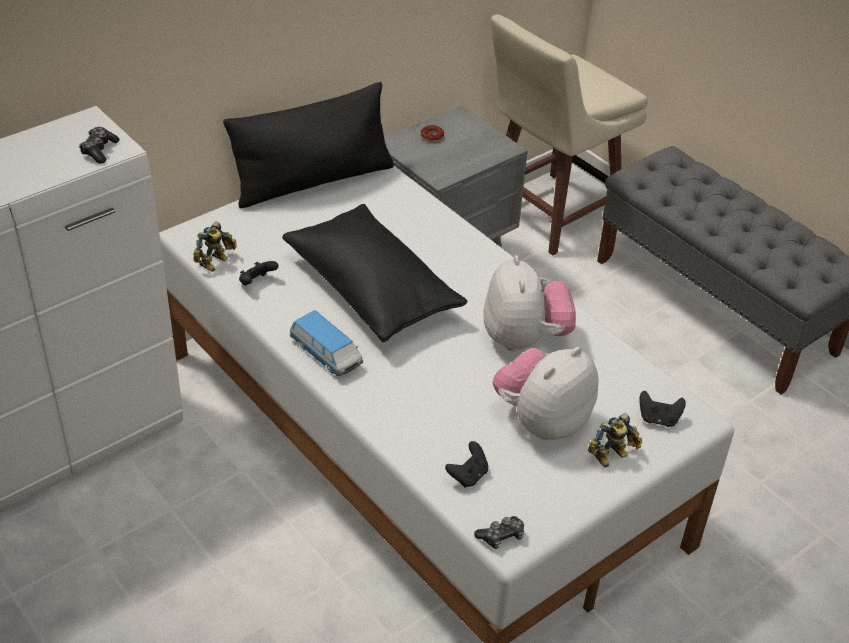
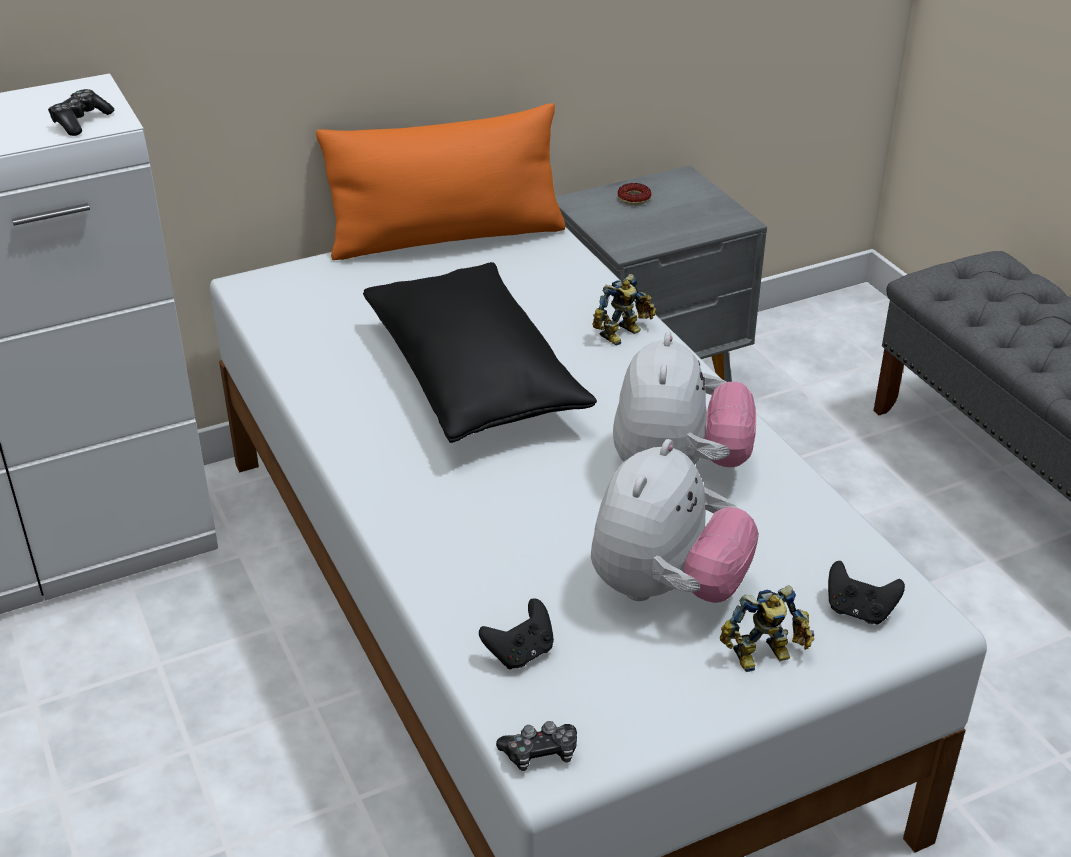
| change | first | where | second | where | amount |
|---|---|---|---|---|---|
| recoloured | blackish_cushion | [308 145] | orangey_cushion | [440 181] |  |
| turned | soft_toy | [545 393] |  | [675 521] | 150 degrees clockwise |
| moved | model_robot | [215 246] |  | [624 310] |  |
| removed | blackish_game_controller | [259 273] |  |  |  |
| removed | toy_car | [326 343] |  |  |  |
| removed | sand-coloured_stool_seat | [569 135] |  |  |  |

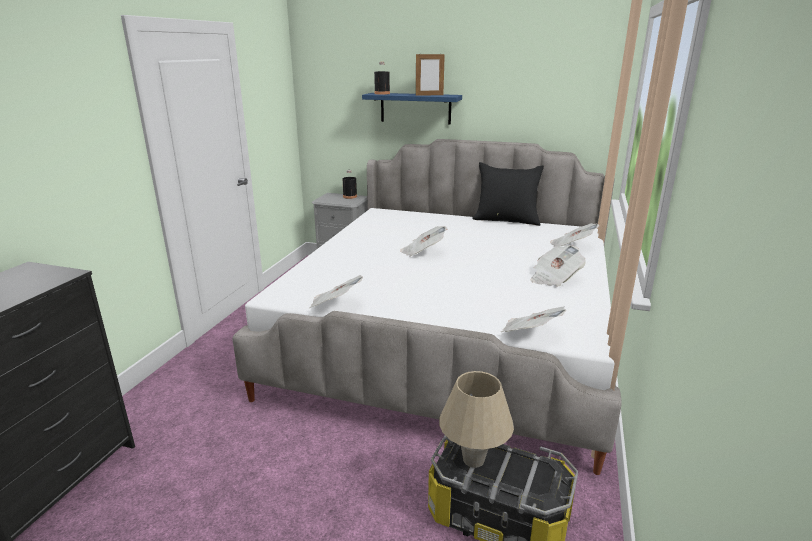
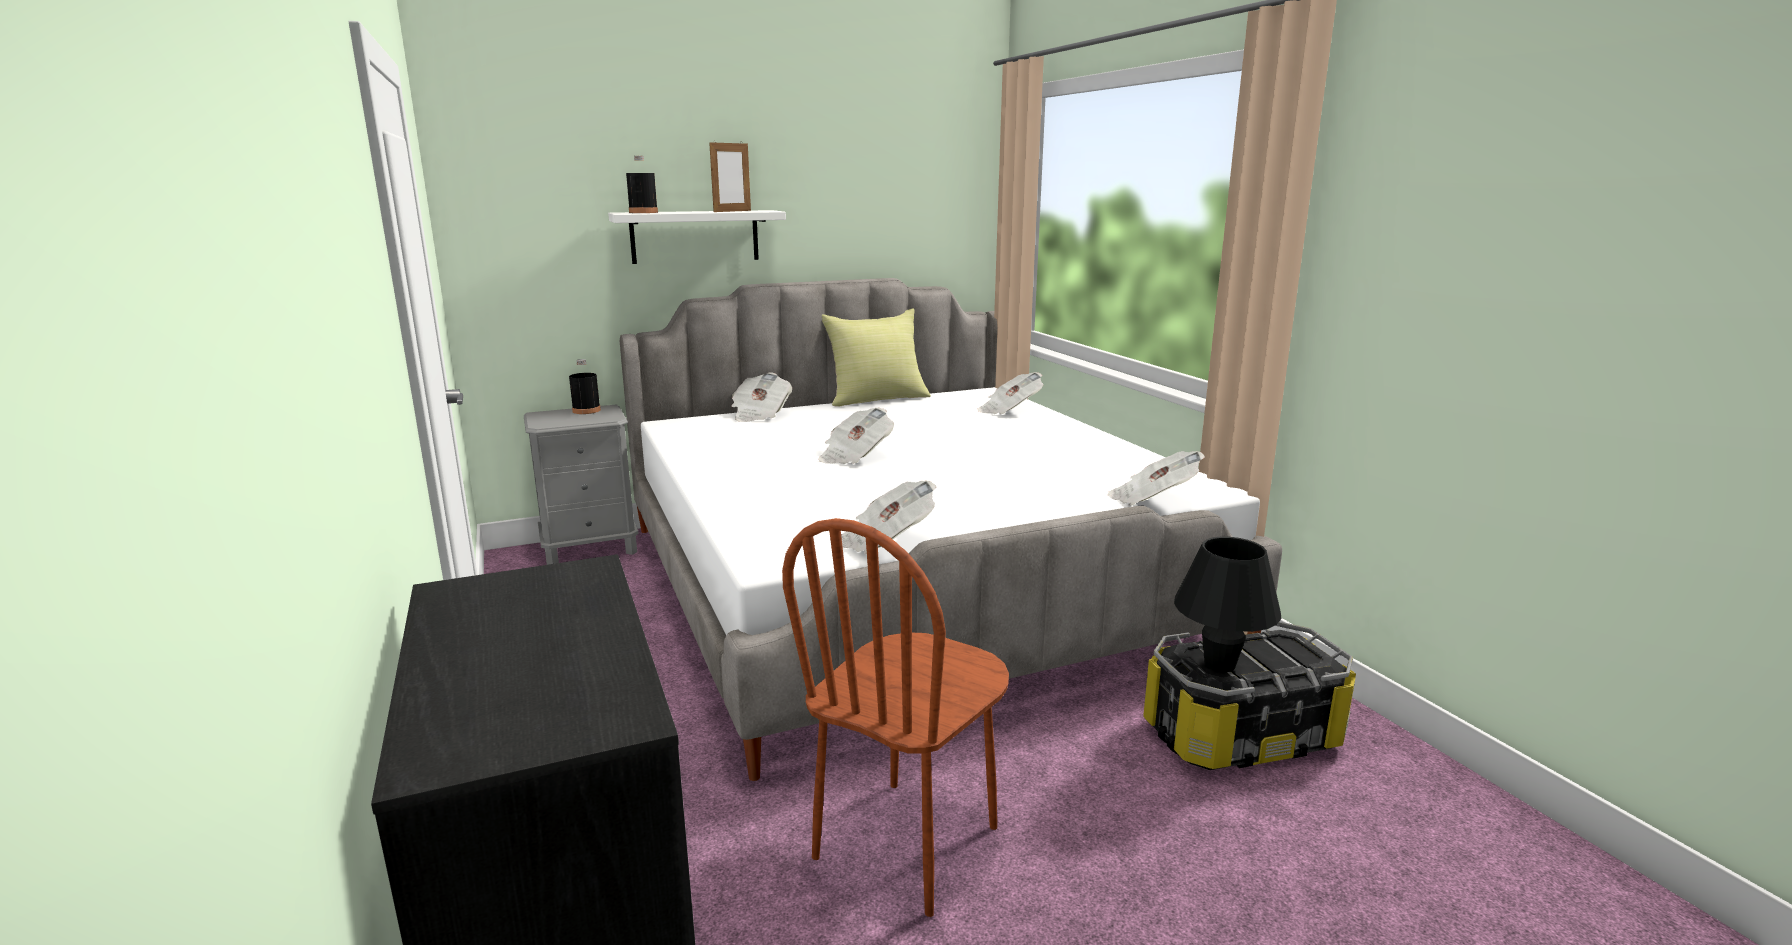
| change | first | where | second | where | amount |
|---|---|---|---|---|---|
| recoloured | blue_bracket_shelf | [412 109] | white_bracket_shelf | [697 237] |  |
| moved | daily_paper | [558 266] |  | [762 397] |  |
| added |  |  | brown_plain_chair | [895 717] |  |
| recoloured | blackish_cushion | [508 194] | yellow_cushion | [876 357] |  |
| recoloured | sand-coloured_tabletop_lamp | [476 419] | blackish_tabletop_lamp | [1227 604] |  |

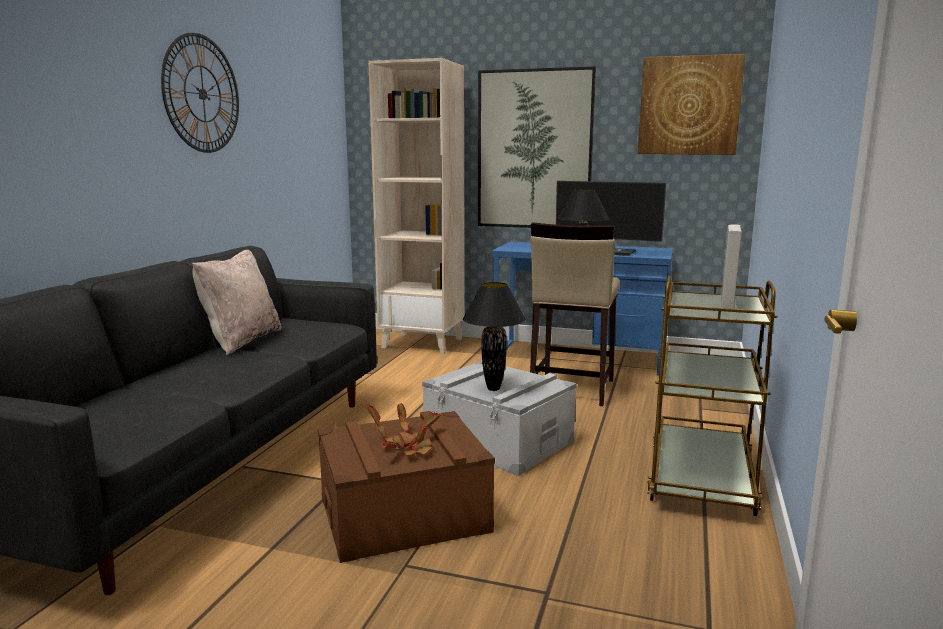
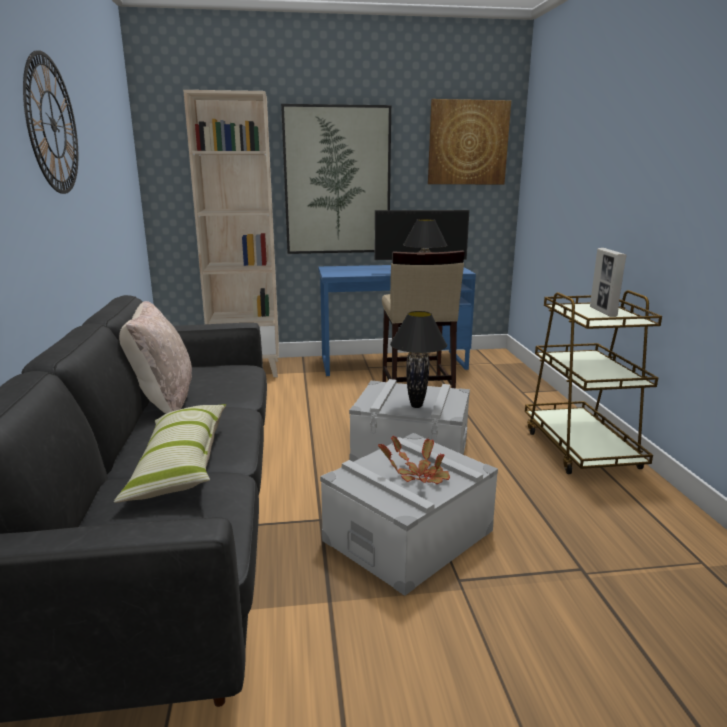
| change | first | where | second | where | amount |
|---|---|---|---|---|---|
| added |  |  | cushion | [170 453] |  |
| recoloured | brown_storage_container | [406 487] | greyish_storage_container | [409 514] |  |

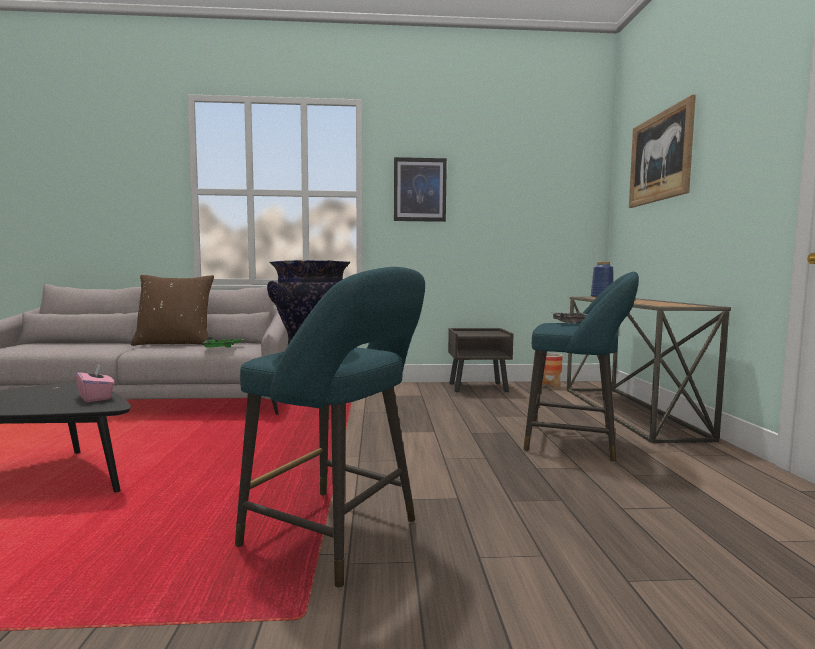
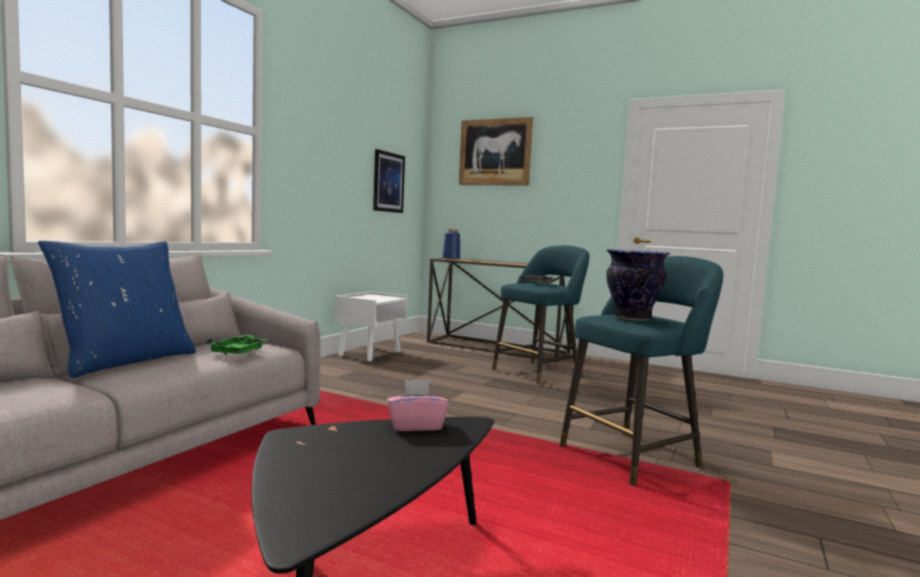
| change | first | where | second | where | amount |
|---|---|---|---|---|---|
| recoloured | brown_cushion | [172 310] | blue_cushion | [117 309] |  |
| recoloured | brown_night_table | [480 360] | white_night_table | [371 326] |  |
| moved | wall_picture | [420 189] |  | [389 181] |  |
| removed | flower_pot | [552 371] |  |  |  |

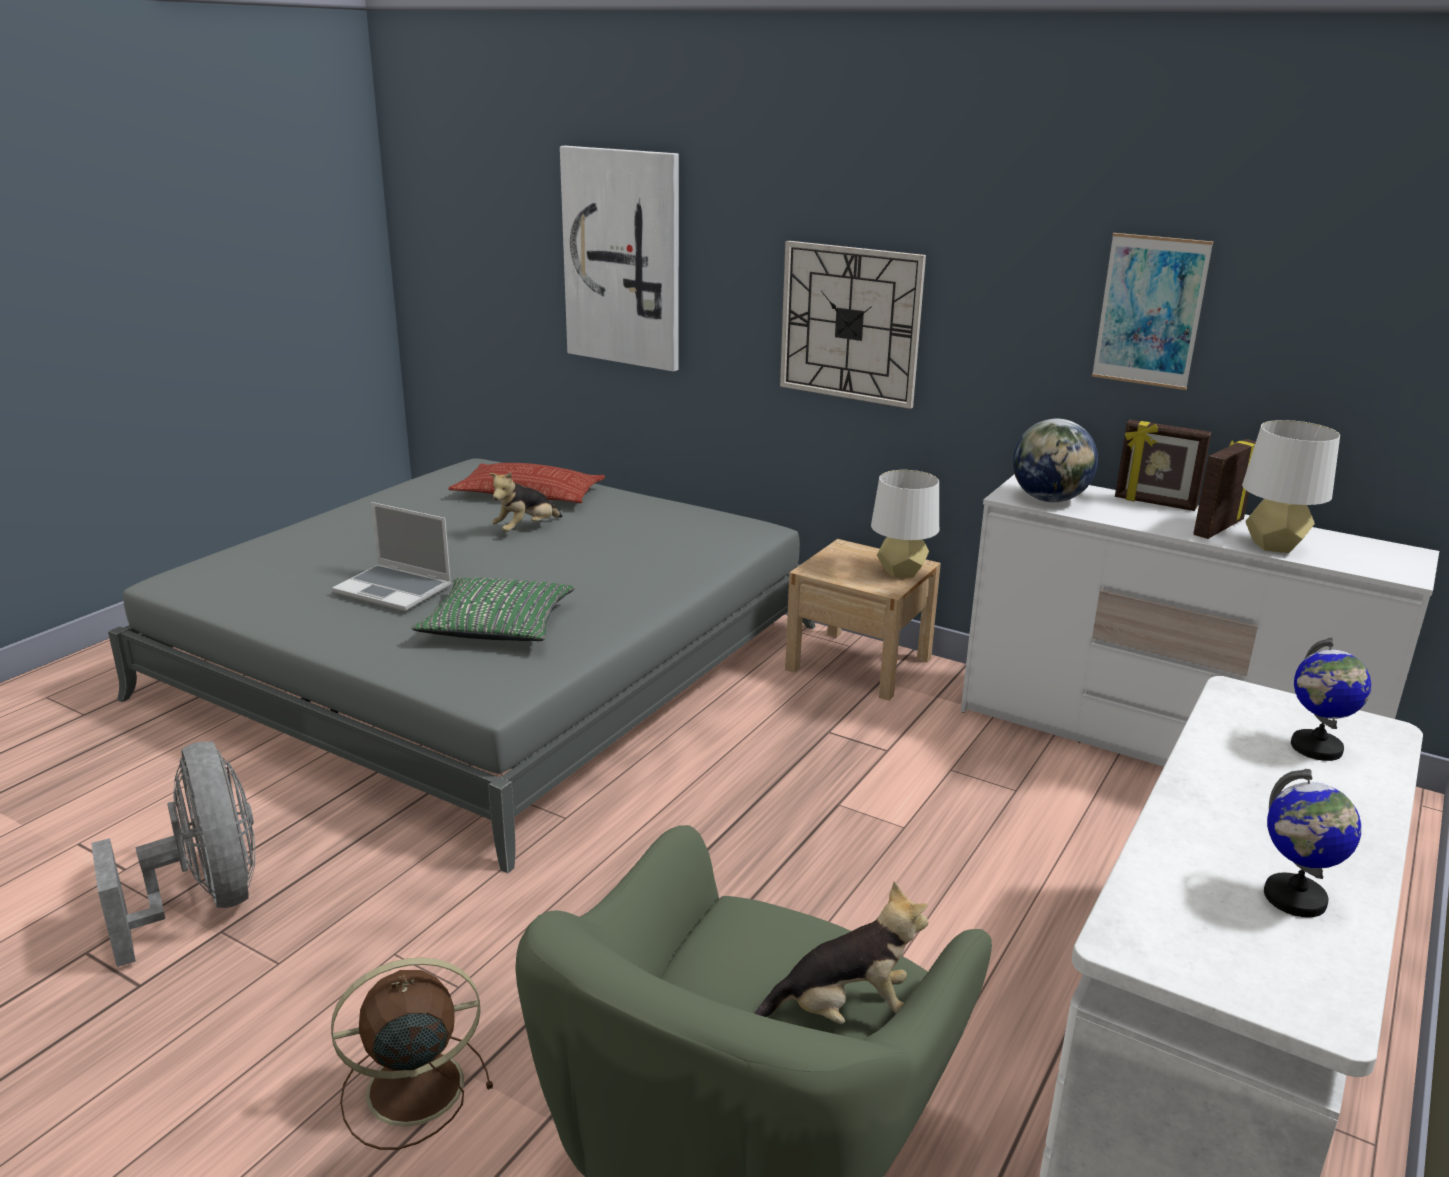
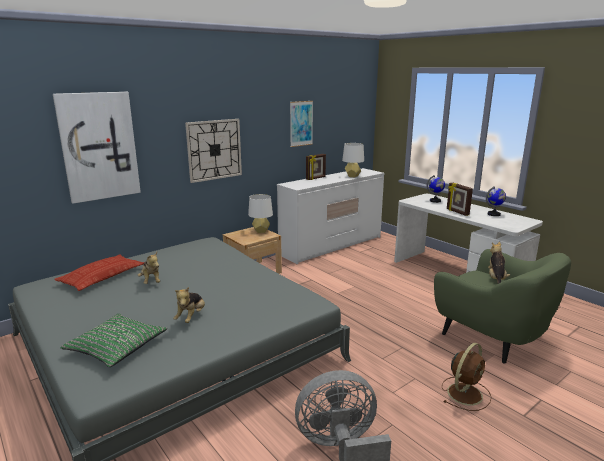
| change | first | where | second | where | amount |
|---|---|---|---|---|---|
| moved | green_cushion | [493 609] |  | [113 340] |  |
| replaced | portable_computer | [392 557] | soft_toy | [189 305] |  |
| turned | brown_electric_fan | [412 1053] |  | [467 377] | 135 degrees counterclockwise |
| moved | picture_frame | [1225 489] |  | [460 199] |  |
| removed | desk_globe | [1055 460] |  |  |  |

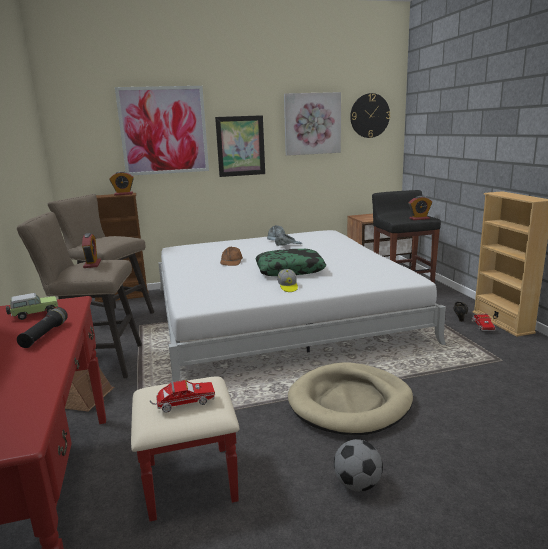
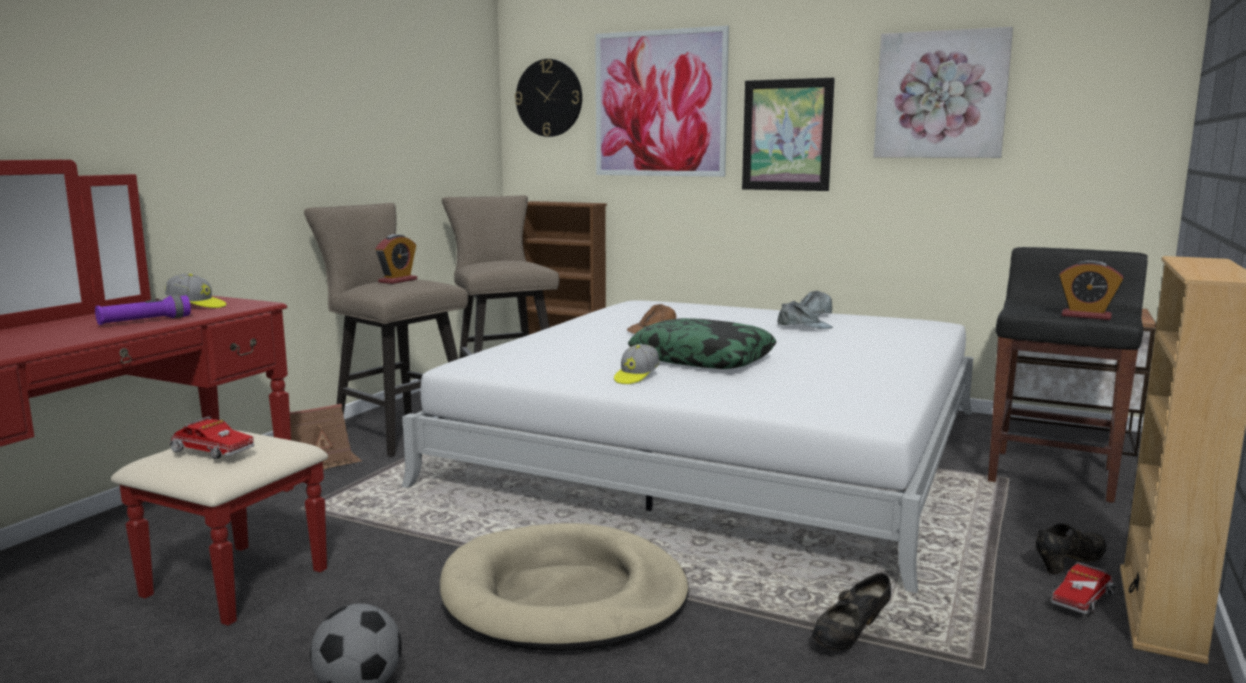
| change | first | where | second | where | amount |
|---|---|---|---|---|---|
| recoloured | blackish_flashlight | [42 327] | purple-coloured_flashlight | [143 310] |  |
| replaced | toy_car | [32 306] | baseball_cap | [195 291] |  |
| moved | hanging_clock | [370 115] |  | [548 98] |  |
| added |  |  | blackish_shoe | [851 611] |  |
| removed | bedside_clock | [122 183] |  |  |  |

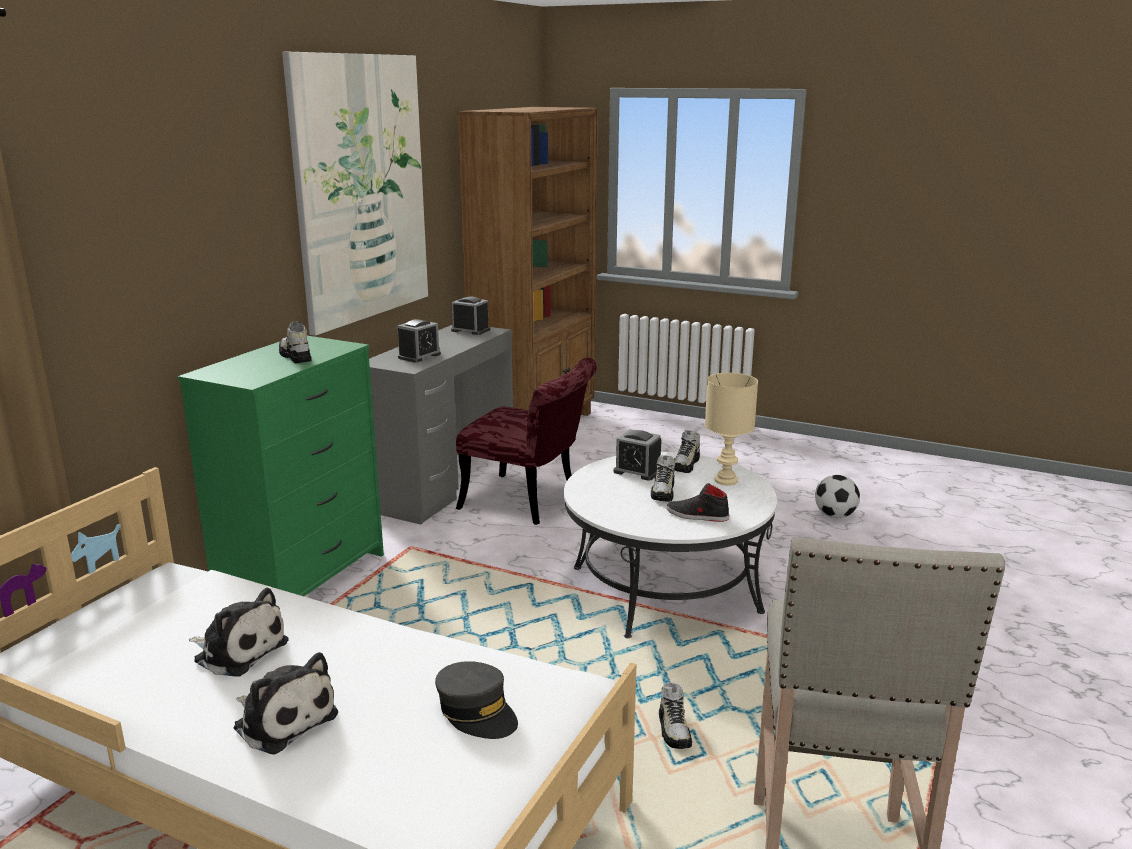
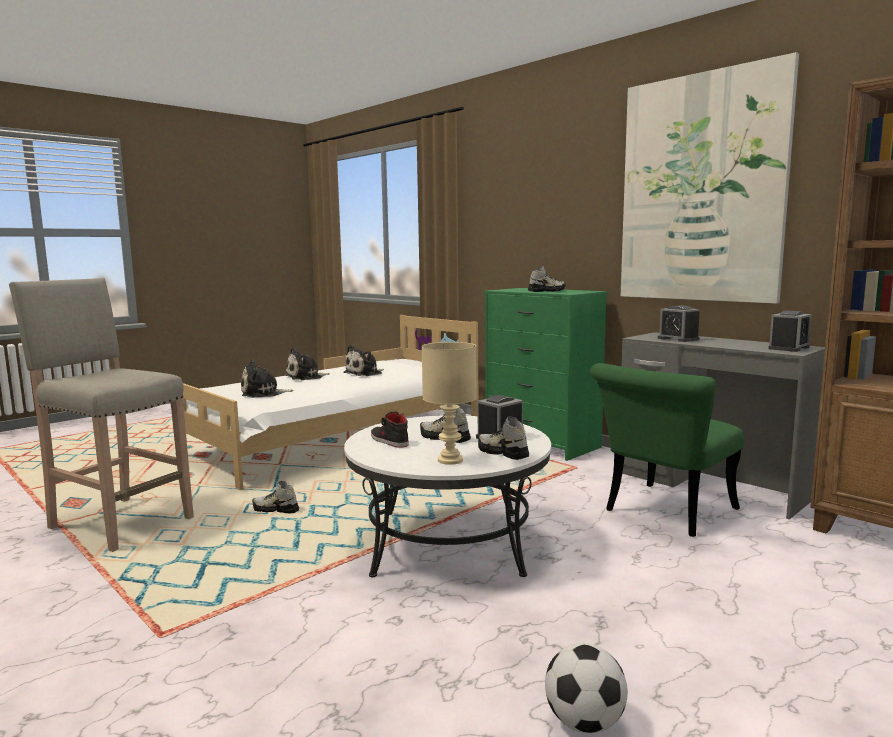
| change | first | where | second | where | amount |
|---|---|---|---|---|---|
| replaced | greyish_baseball_cap | [476 700] | soft_toy | [267 378] |  |
| turned | blackish_shoe | [698 502] |  | [390 429] | 75 degrees counterclockwise |
| recoloured | red_plain_chair | [526 441] | green_plain_chair | [667 450] |  |

